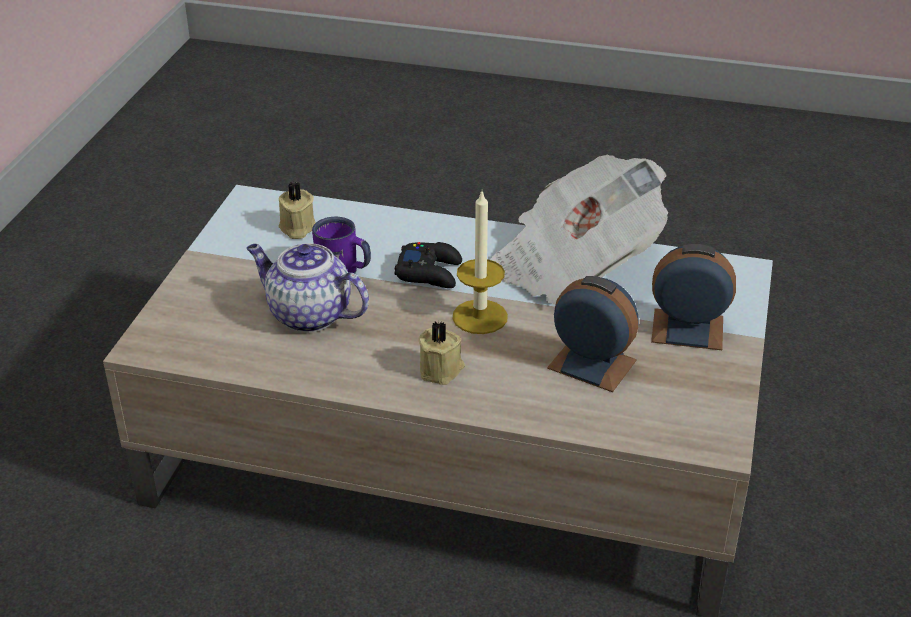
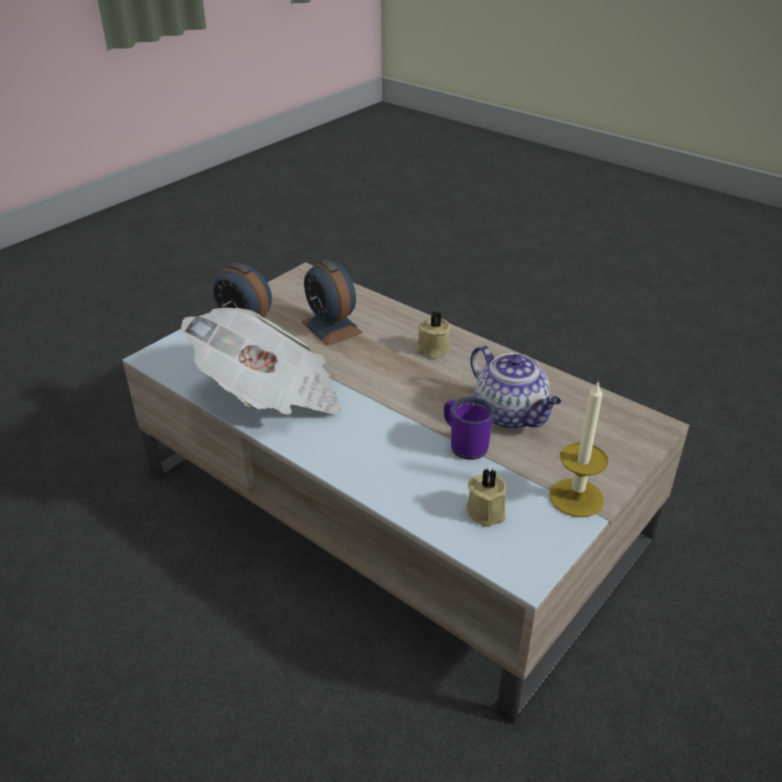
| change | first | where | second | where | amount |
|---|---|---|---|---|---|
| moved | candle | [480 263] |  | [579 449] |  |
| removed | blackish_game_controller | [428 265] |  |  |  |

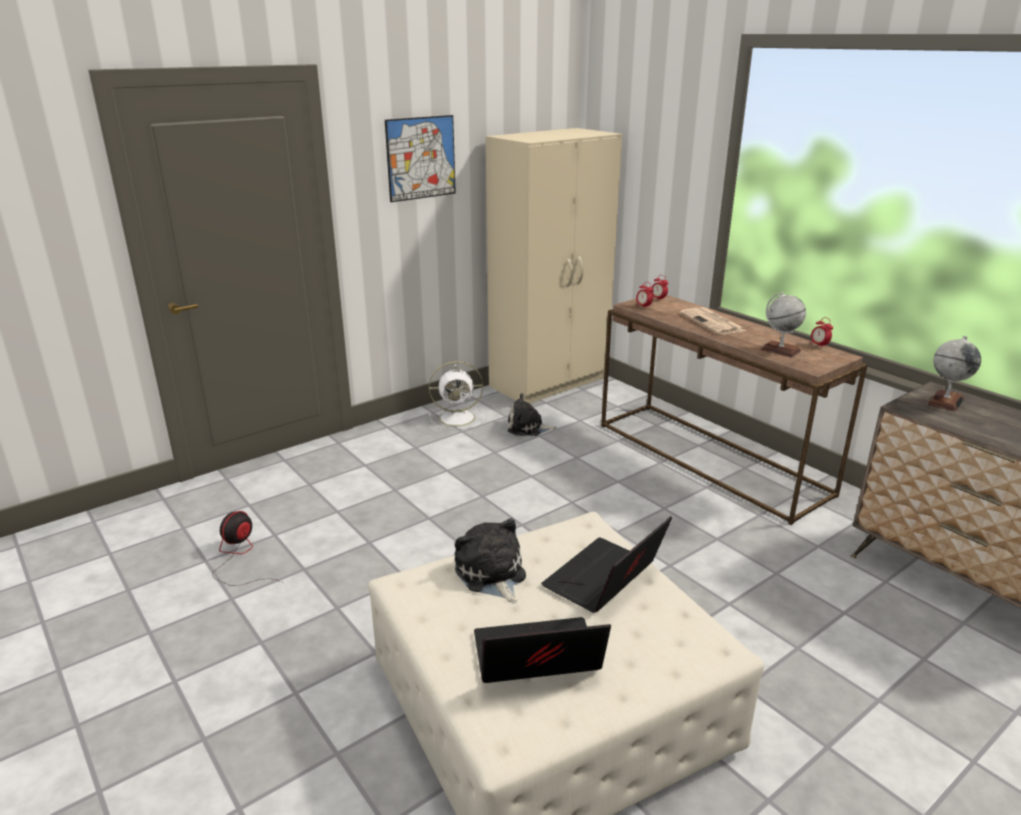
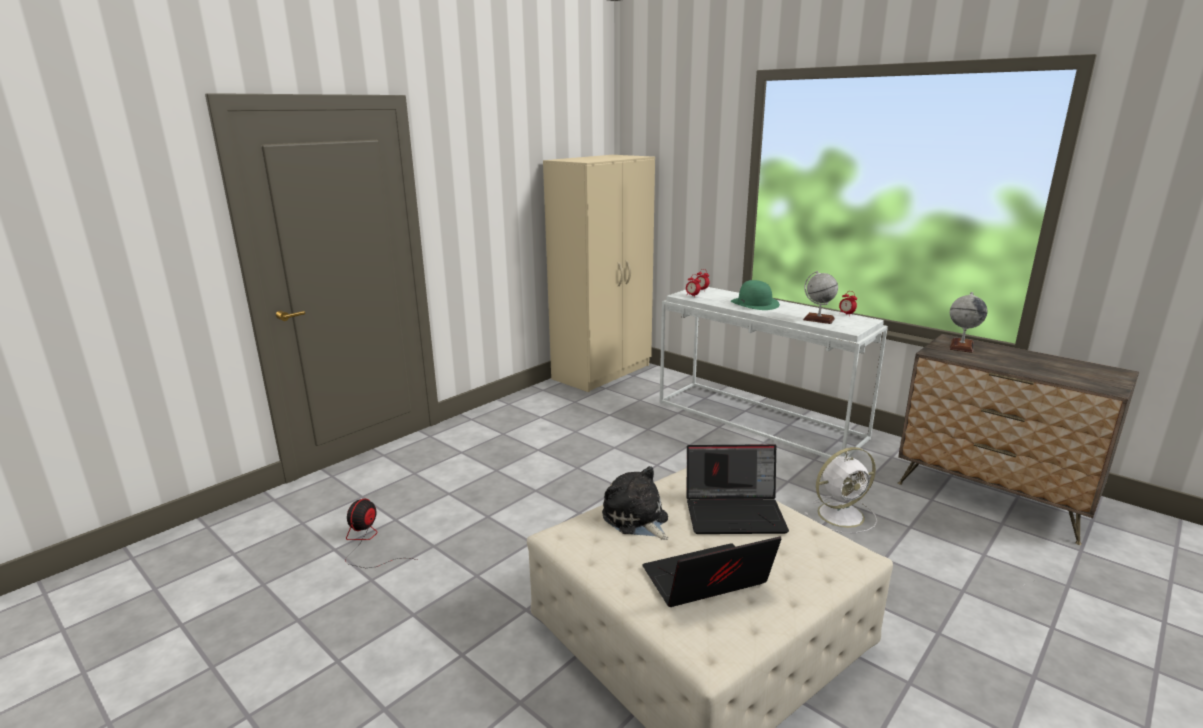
| change | first | where | second | where | amount |
|---|---|---|---|---|---|
| recoloured | brown_console_table | [734 410] | white_console_table | [774 372] |  |
| turned | portable_computer | [606 564] |  | [738 489] | 120 degrees counterclockwise |
| replaced | daily_paper | [713 321] | green_hat | [755 295] |  |
| moved | white_electric_fan | [457 395] |  | [840 490] |  |
| removed | wall_picture | [420 158] |  |  |  |
| removed | soft_toy | [532 414] |  |  |  |

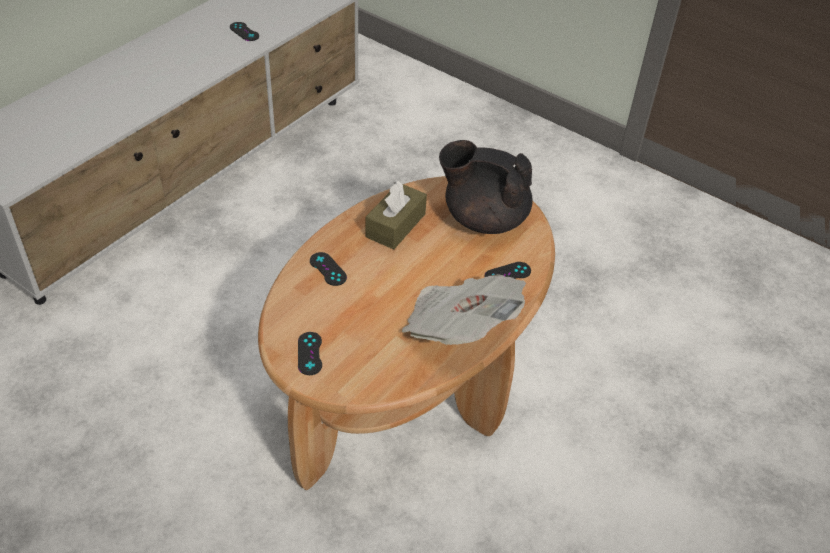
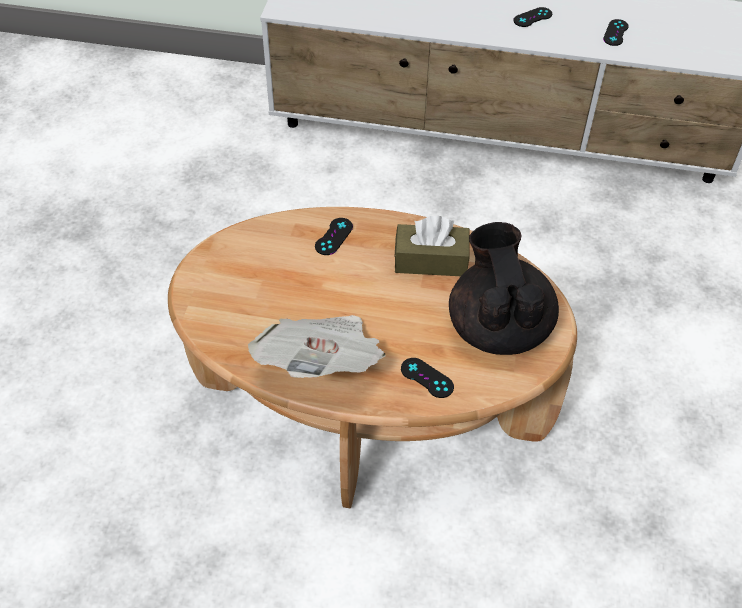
| change | first | where | second | where | amount |
|---|---|---|---|---|---|
| moved | blackish_game_controller | [310 353] |  | [532 17] |  |

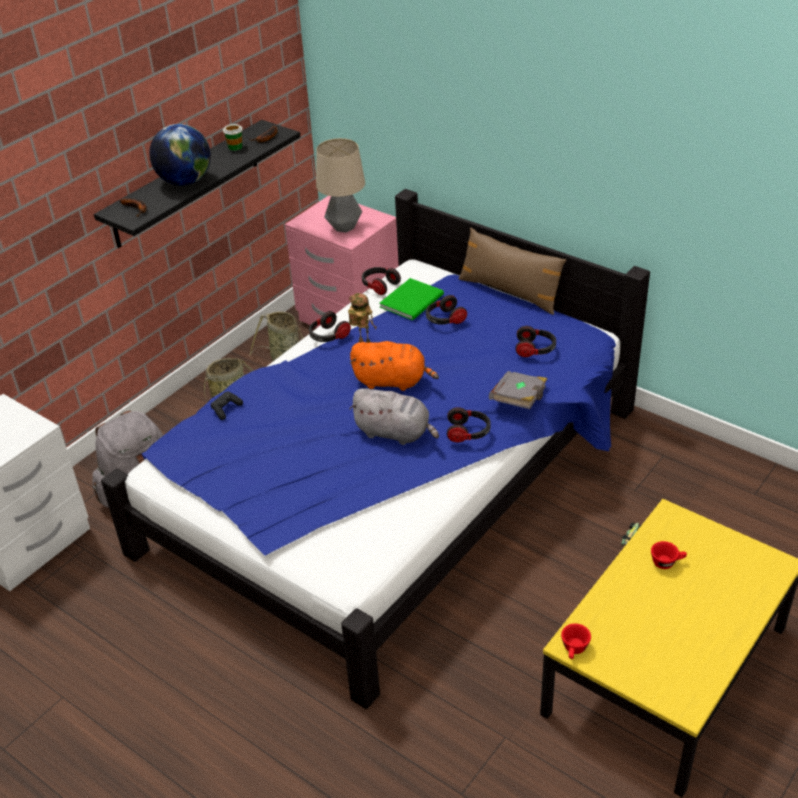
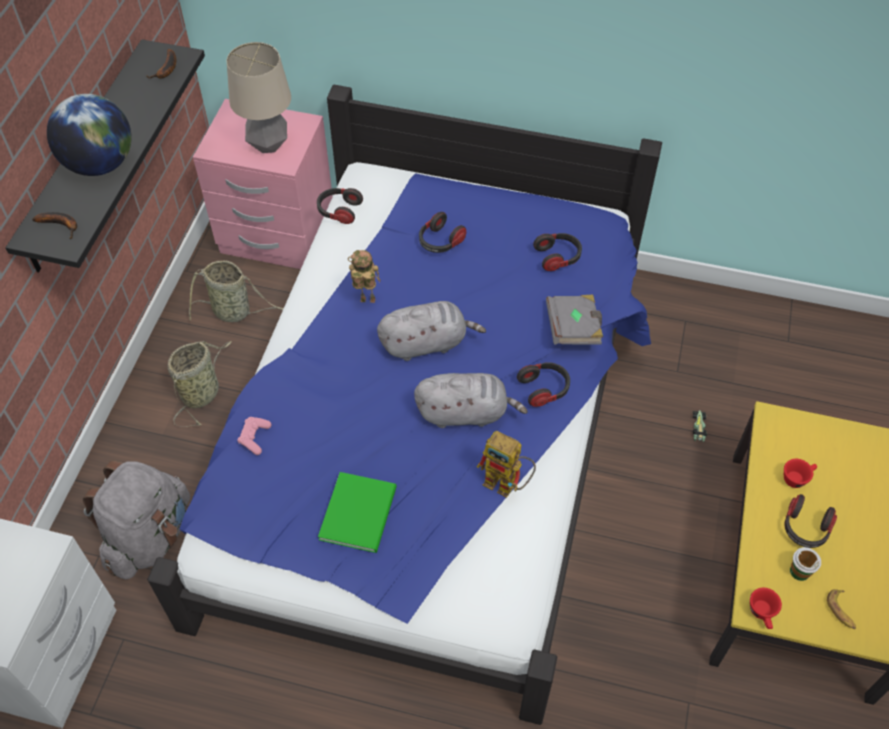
| change | first | where | second | where | amount |
|---|---|---|---|---|---|
| recoloured | blackish_game_controller | [227 406] | pink-coloured_game_controller | [254 436] |  |
| moved | green_bound_book | [412 299] |  | [357 512] |  |
| recoloured | orangey_soft_toy | [394 366] | greyish_soft_toy | [431 331] |  |
| added |  |  | model_robot | [506 464] |  |
| moved | headphones | [330 326] |  | [810 521] |  |
| moved | drinking_cup | [233 137] |  | [805 564] |  |
| added |  |  | whole_banana | [841 609] |  |
| removed | brown_cushion | [512 271] |  |  |  |

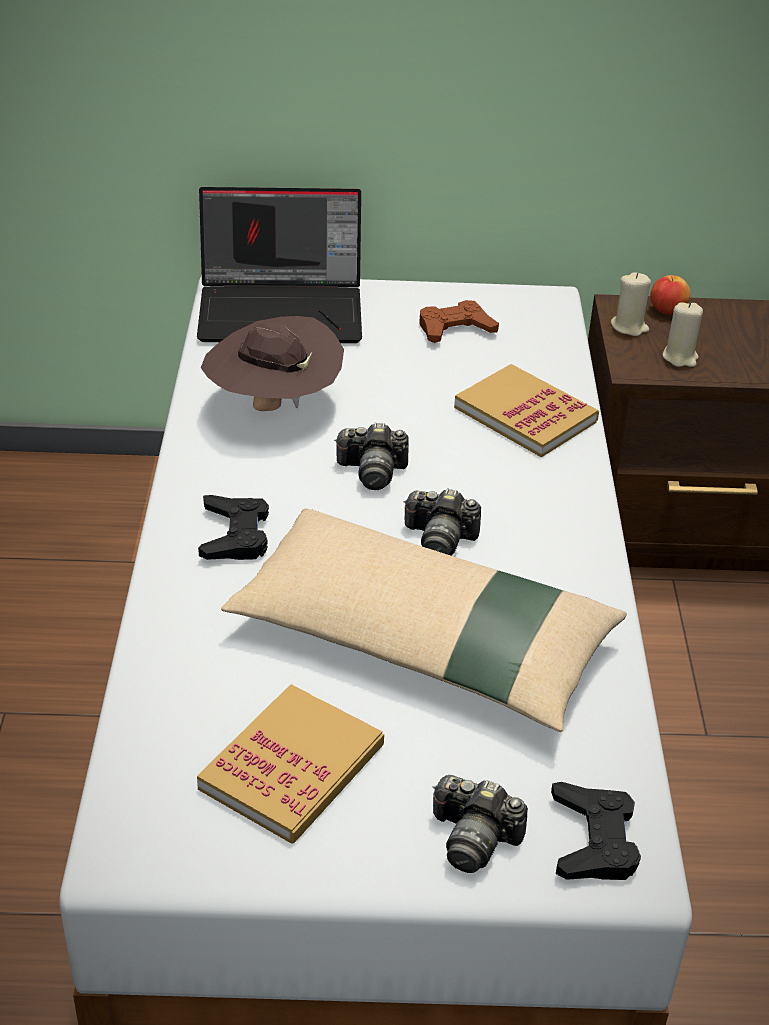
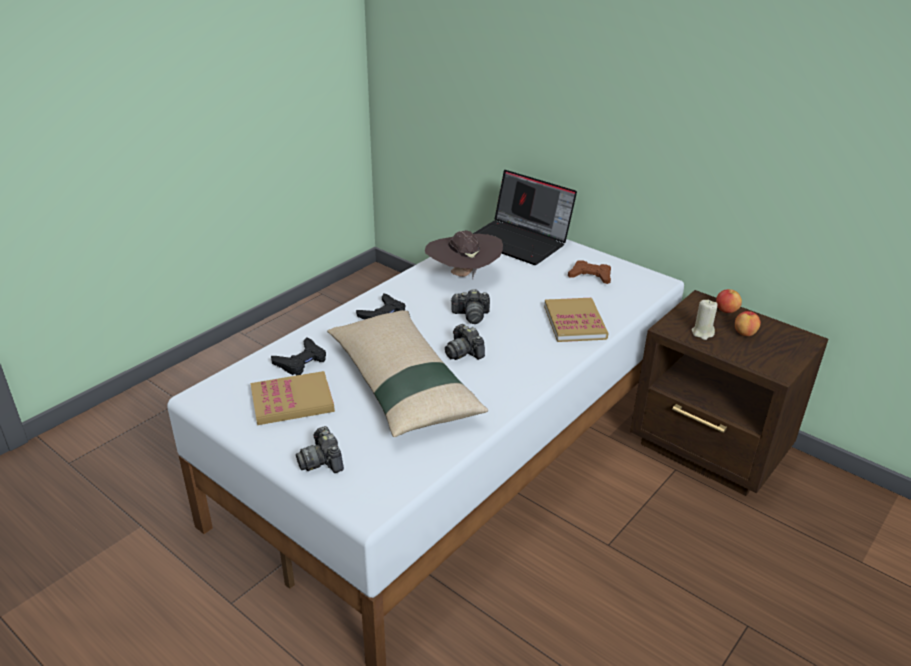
| change | first | where | second | where | amount |
|---|---|---|---|---|---|
| moved | blackish_game_controller | [596 831] |  | [298 356] |  |
| turned | still_camera | [371 456] |  | [470 306] | 45 degrees counterclockwise |
| added |  |  | apple_fruit | [748 323] |  |
| removed | sand-coloured_candle | [631 304] |  |  |  |

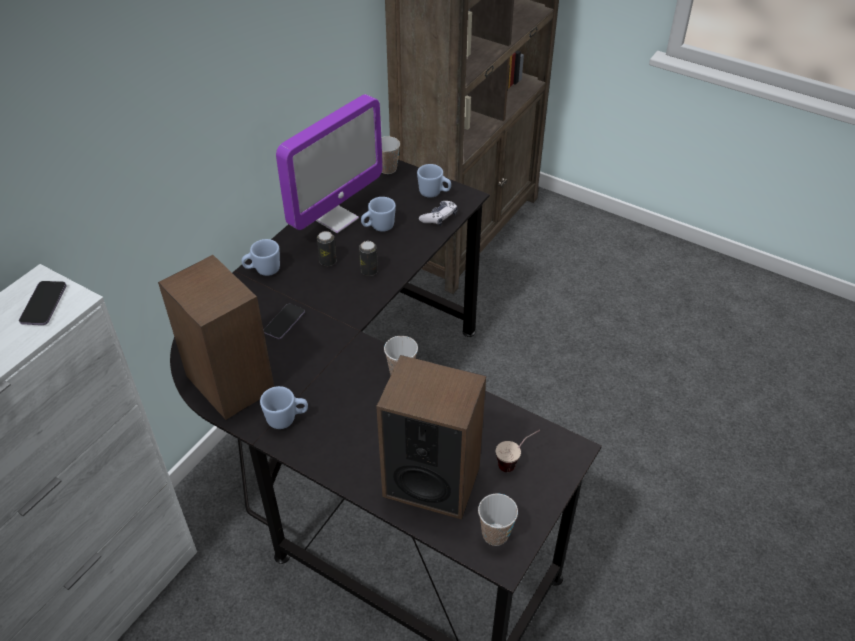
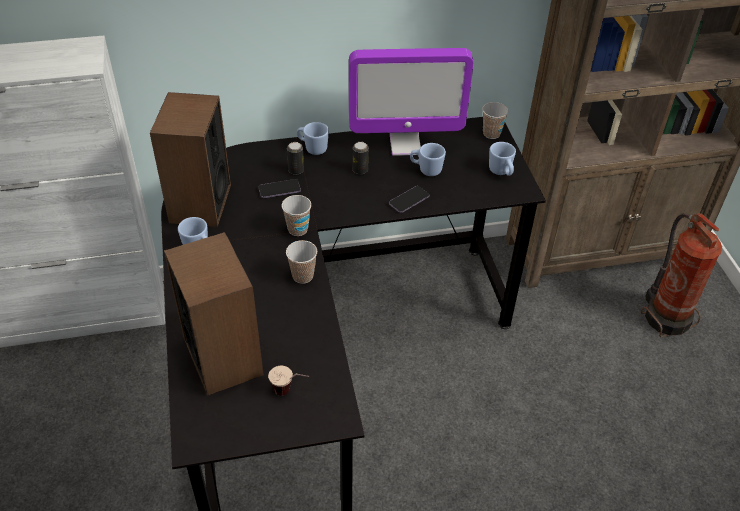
| change | first | where | second | where | amount |
|---|---|---|---|---|---|
| moved | drinking_cup | [498 519] |  | [296 215] |  |
| moved | can | [368 258] |  | [295 158] |  |
| moved | telephone | [43 303] |  | [409 199] |  |
| added |  |  | fire_extinguisher | [681 275] |  |
| removed | game_controller | [438 213] |  |  |  |

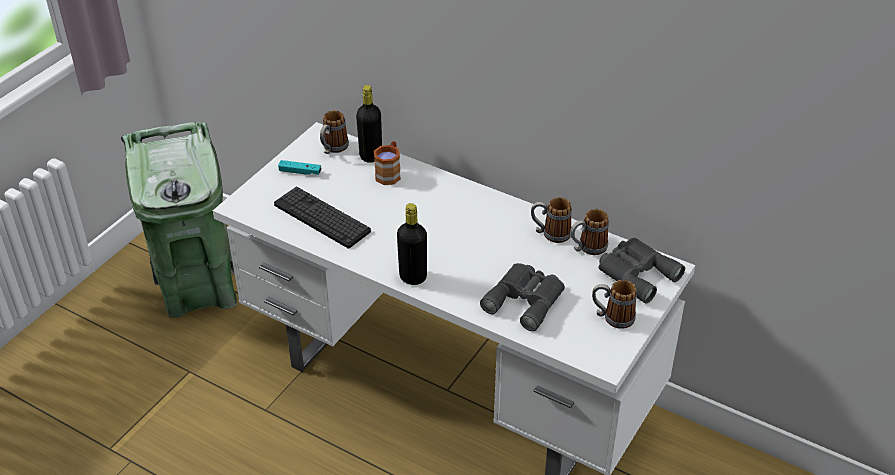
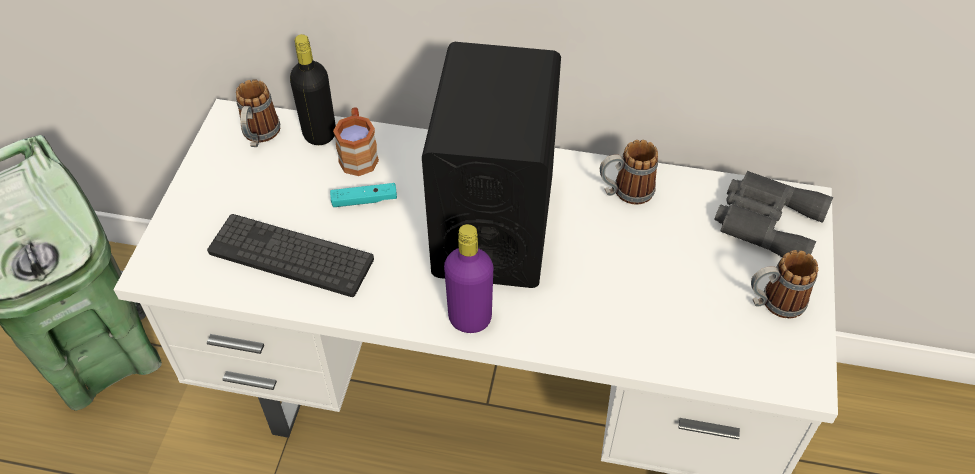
| change | first | where | second | where | amount |
|---|---|---|---|---|---|
| moved | turquoise-coloured_game_controller | [299 167] |  | [363 195] |  |
| added |  |  | blackish_audio_speaker | [491 165] |  |
| recoloured | blackish_drink_bottle | [412 244] | purple-coloured_drink_bottle | [468 278] |  |
| removed | greyish_pair_of_binoculars | [522 297] |  |  |  |
| removed | tea_mug | [589 232] |  |  |  |

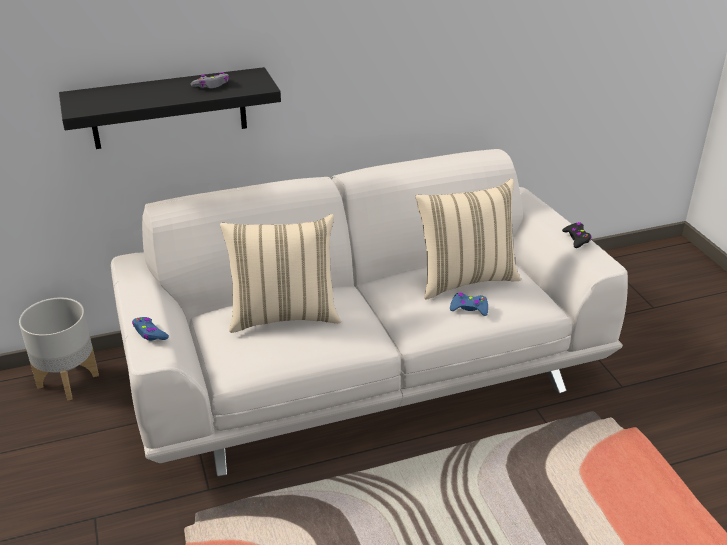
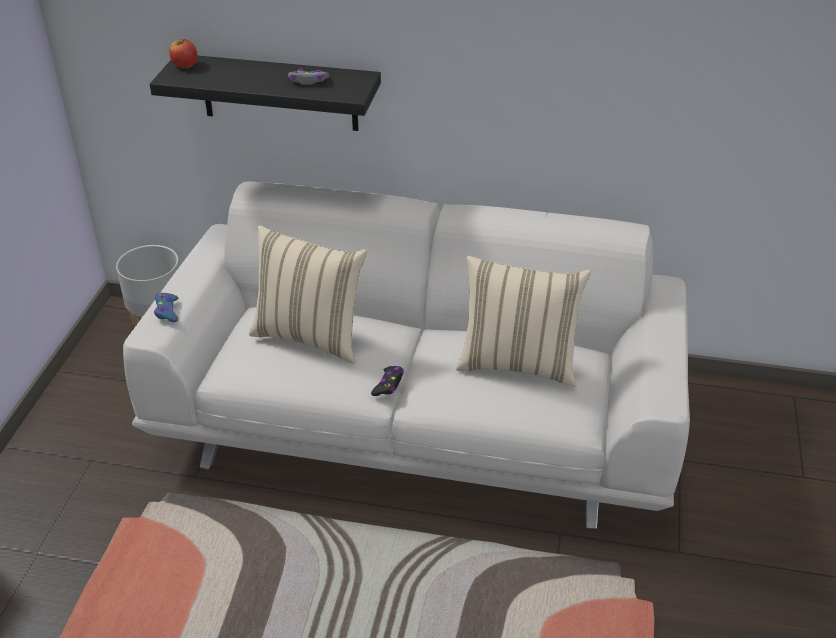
| change | first | where | second | where | amount |
|---|---|---|---|---|---|
| added |  |  | apple_fruit | [183 54] |  |
| moved | blackish_game_controller | [577 235] |  | [387 381] |  |
| removed | blue_game_controller | [469 304] |  |  |  |

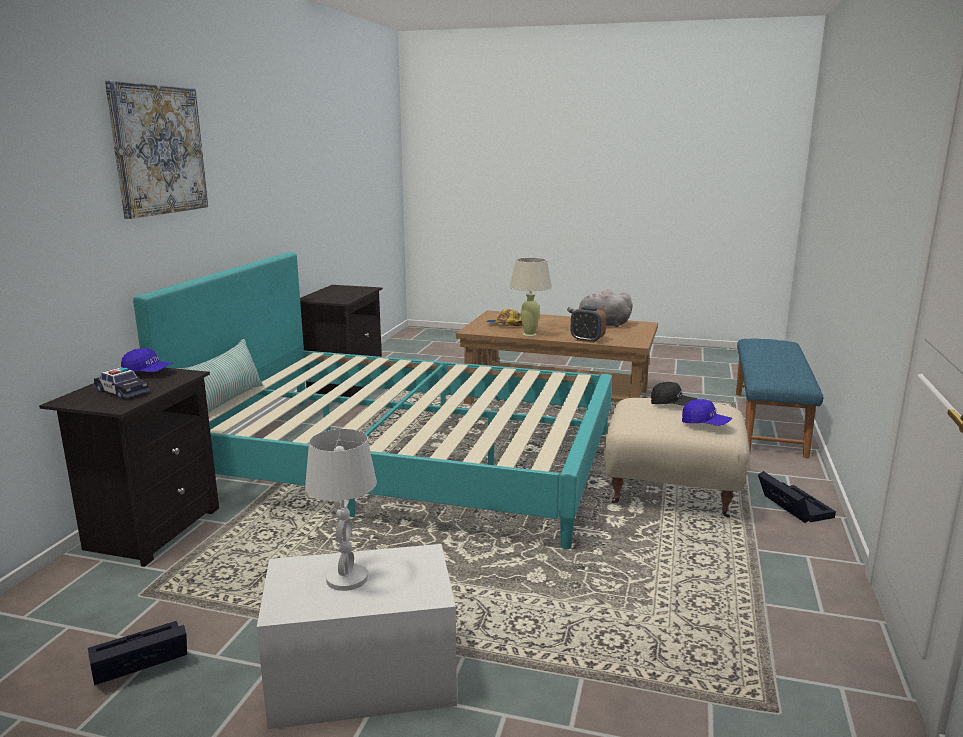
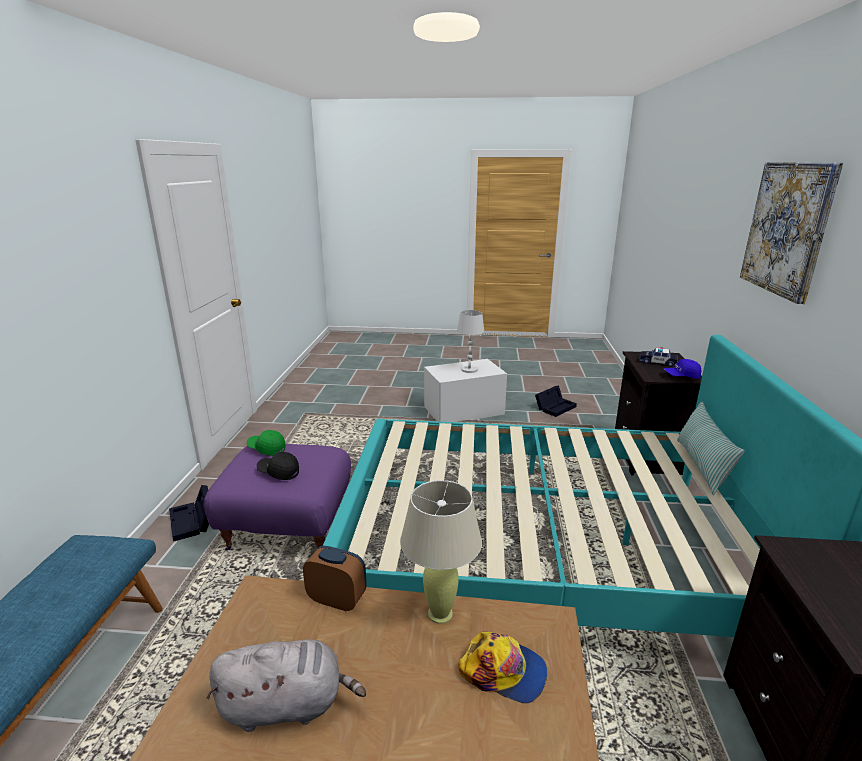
| change | first | where | second | where | amount |
|---|---|---|---|---|---|
| recoloured | sand-coloured_footrest | [677 457] | purple-coloured_footrest | [277 497] |  |
| recoloured | blue_baseball_cap | [707 412] | green_baseball_cap | [266 443] |  |

